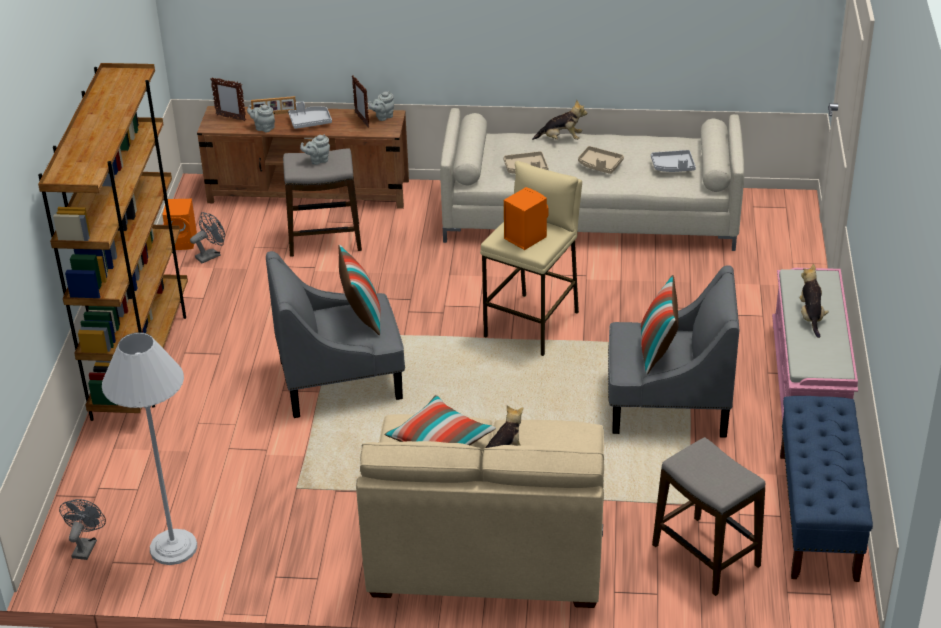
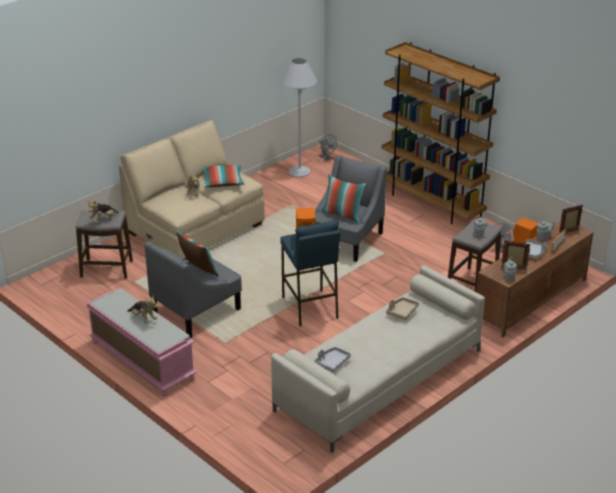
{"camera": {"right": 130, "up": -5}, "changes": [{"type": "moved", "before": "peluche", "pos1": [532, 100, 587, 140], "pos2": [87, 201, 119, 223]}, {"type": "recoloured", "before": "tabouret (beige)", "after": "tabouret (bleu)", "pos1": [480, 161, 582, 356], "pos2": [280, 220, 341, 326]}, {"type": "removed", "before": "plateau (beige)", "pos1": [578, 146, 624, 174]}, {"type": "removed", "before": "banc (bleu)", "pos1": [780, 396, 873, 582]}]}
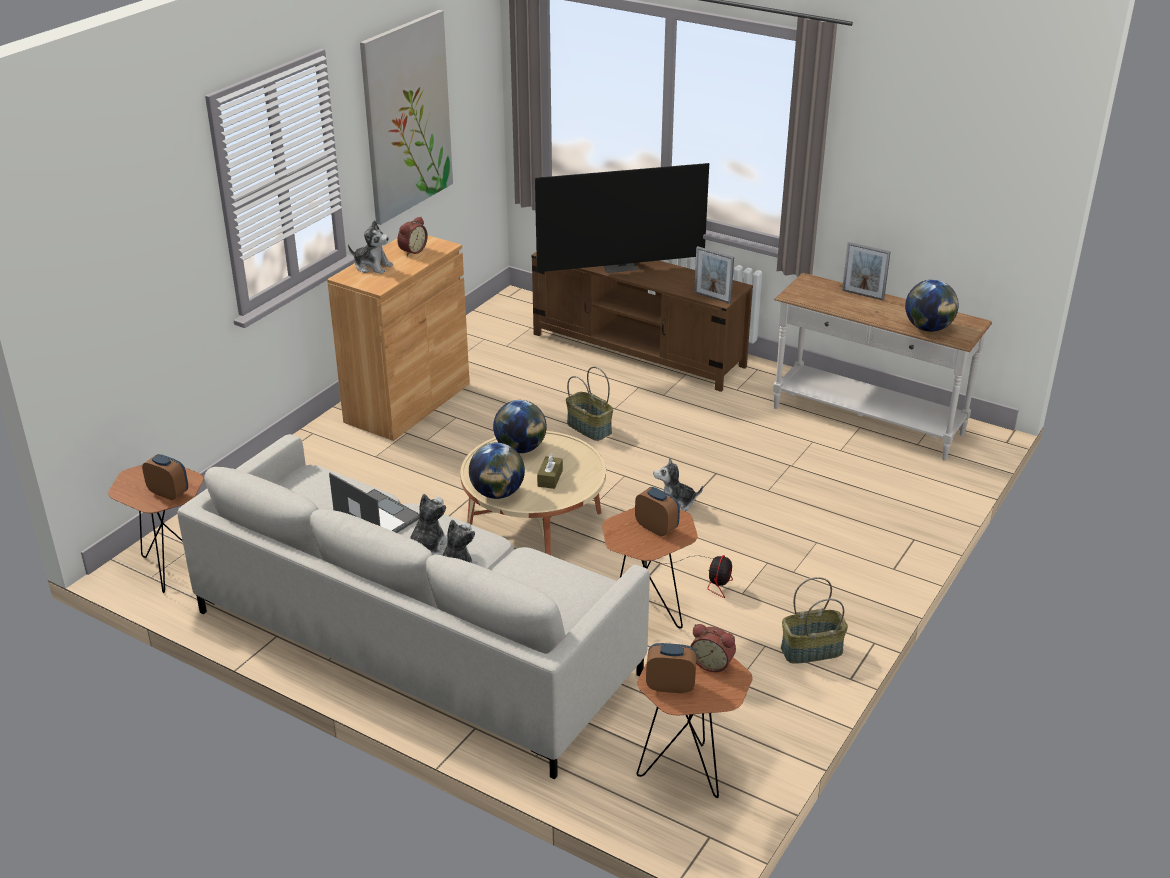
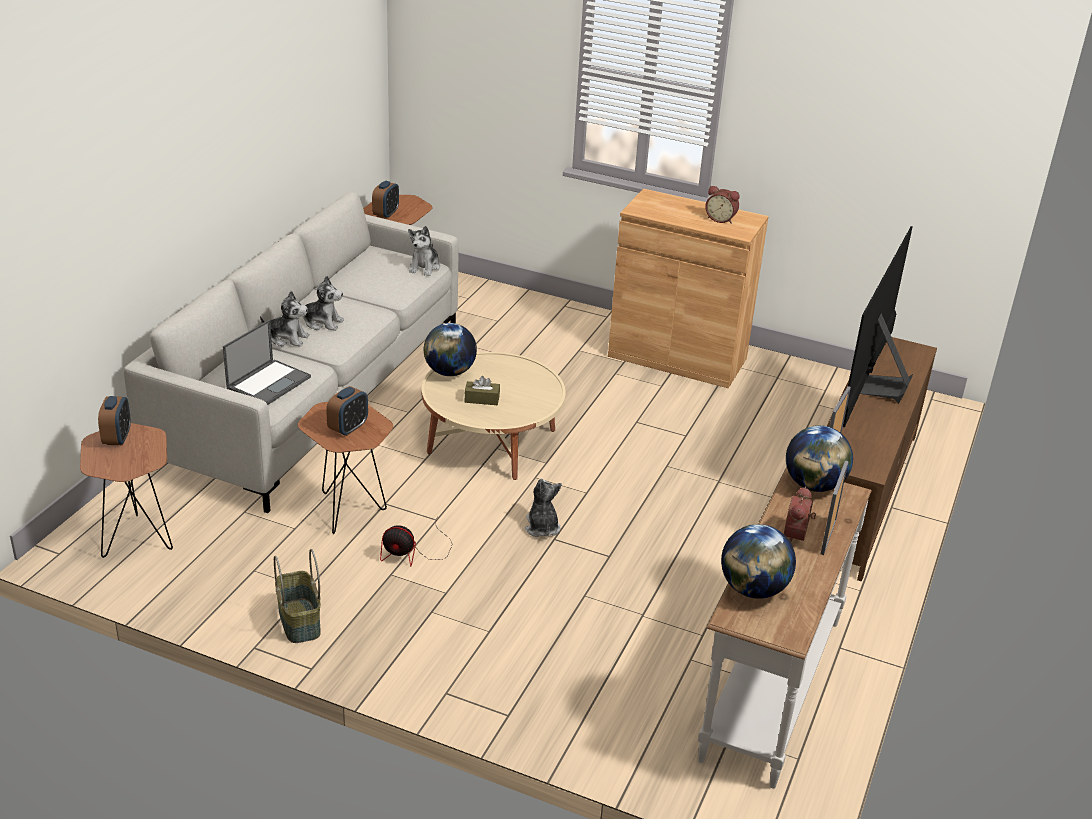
{"camera": {"right": 80, "up": 0}, "changes": [{"type": "moved", "before": "ordinateur portable", "pos1": [329, 473, 420, 533], "pos2": [223, 320, 311, 405]}, {"type": "moved", "before": "peluche", "pos1": [348, 220, 393, 274], "pos2": [408, 226, 440, 276]}, {"type": "moved", "before": "réveil", "pos1": [691, 624, 736, 672], "pos2": [784, 486, 816, 542]}, {"type": "moved", "before": "globe", "pos1": [493, 400, 547, 453], "pos2": [786, 425, 853, 492]}, {"type": "turned", "before": "téléviseur", "pos1": [535, 163, 709, 273], "pos2": [843, 226, 913, 427], "turn": 45}, {"type": "removed", "before": "tableau", "pos1": [360, 10, 453, 225]}, {"type": "removed", "before": "panier", "pos1": [566, 367, 613, 441]}]}
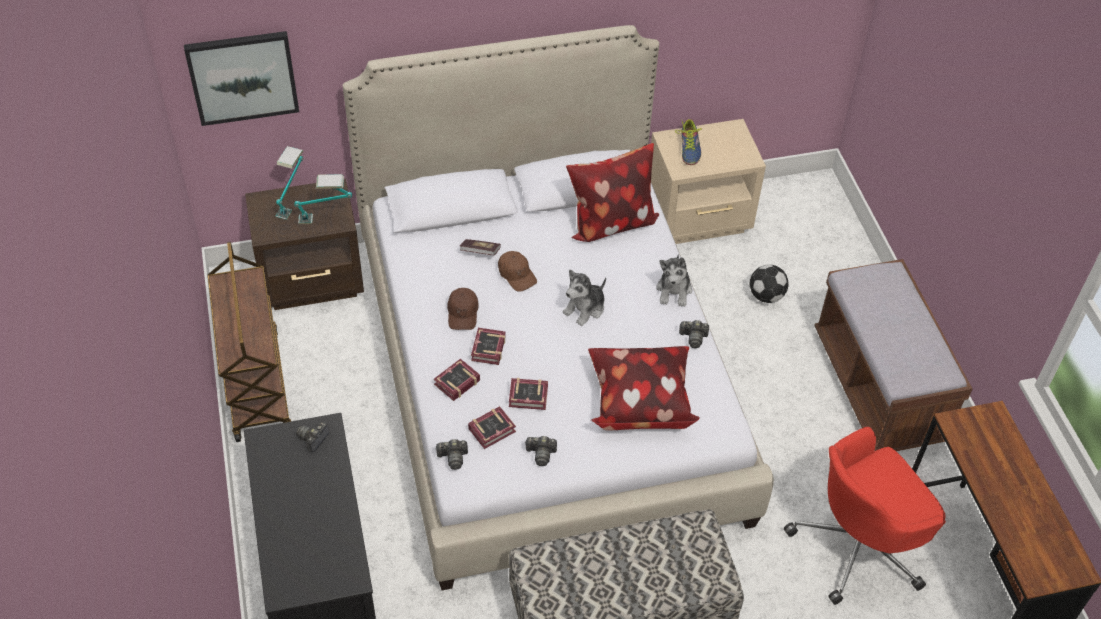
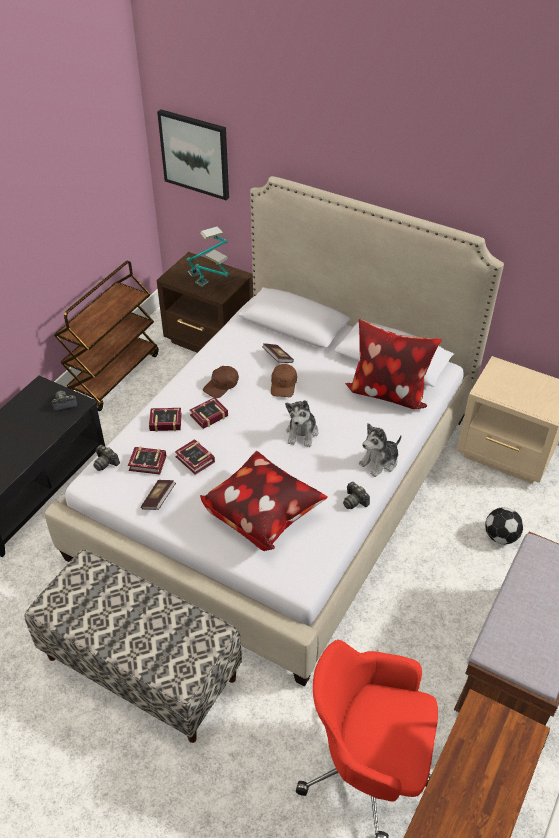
{"camera": {"right": 45, "up": -5}, "changes": [{"type": "replaced", "before": "appareil photo", "after": "livre", "pos1": [525, 436, 557, 466], "pos2": [141, 480, 176, 510]}, {"type": "turned", "before": "peluche", "pos1": [563, 269, 606, 326], "pos2": [285, 400, 318, 447], "turn": -75}, {"type": "removed", "before": "chaussure", "pos1": [675, 119, 702, 165]}]}
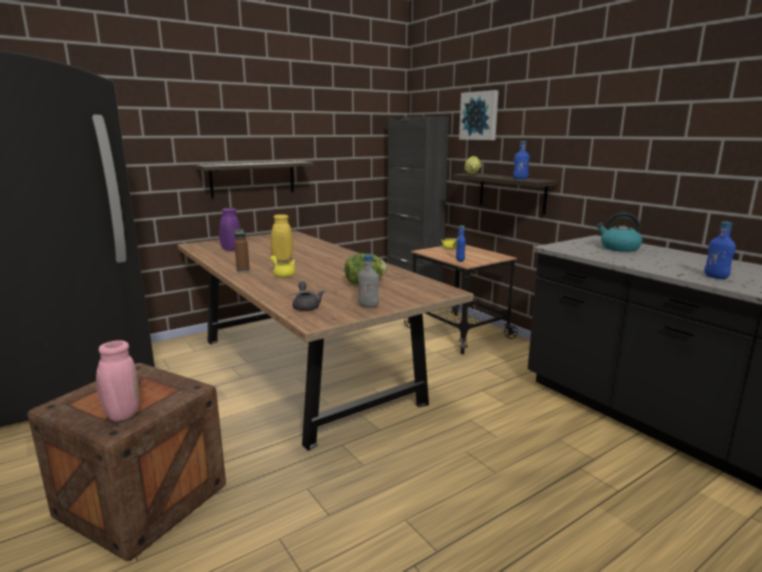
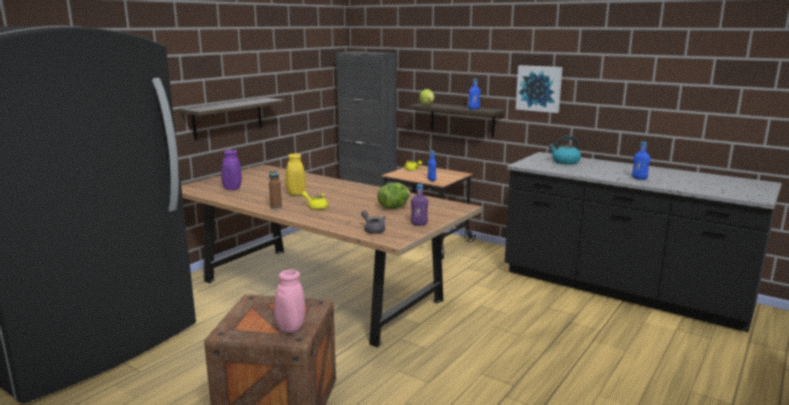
{"camera": {"right": -20, "up": 0}, "changes": [{"type": "recoloured", "before": "bouteille (gris)", "after": "bouteille (violet)", "pos1": [358, 254, 379, 308], "pos2": [411, 184, 428, 226]}, {"type": "moved", "before": "tableau", "pos1": [459, 90, 499, 140], "pos2": [516, 65, 563, 113]}]}
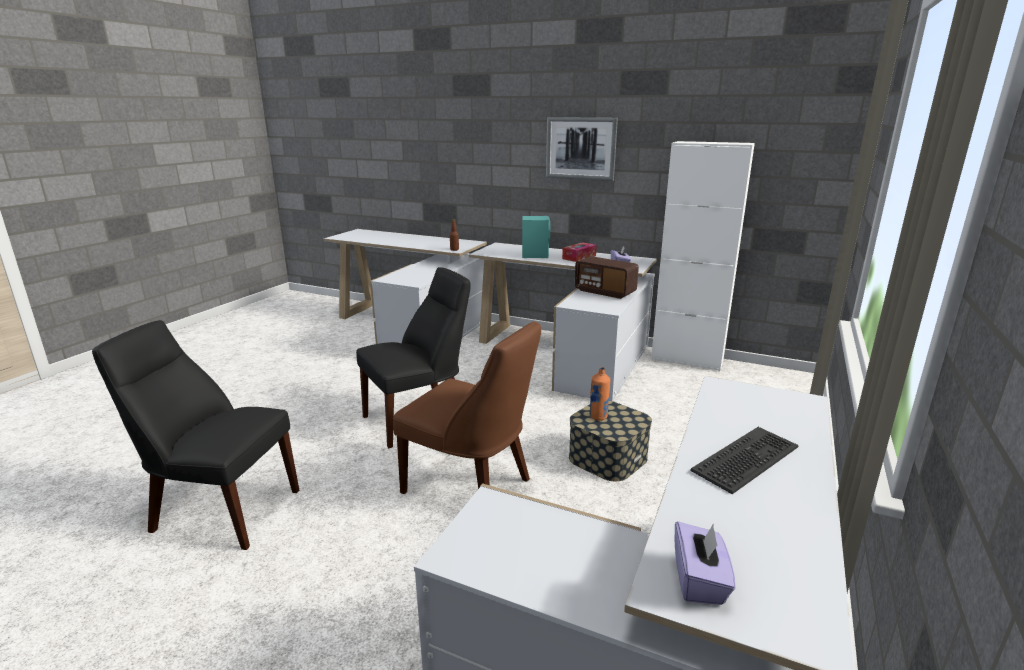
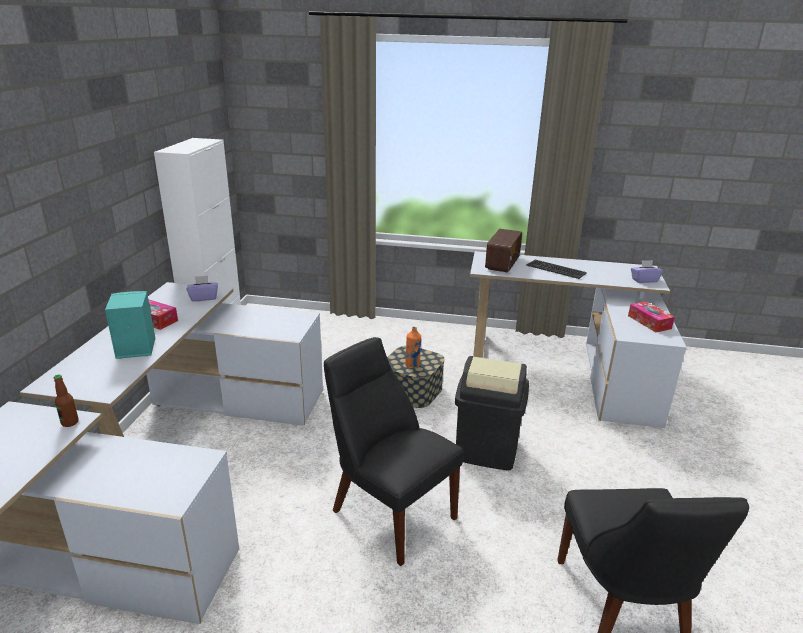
{"camera": {"right": -105, "up": 5}, "changes": [{"type": "replaced", "before": "chaise (marron)", "after": "poubelle (noir)", "pos1": [393, 321, 541, 494], "pos2": [455, 356, 529, 471]}, {"type": "moved", "before": "radio", "pos1": [575, 256, 639, 299], "pos2": [485, 229, 522, 272]}, {"type": "added", "after": "boîte à mouchoirs", "pos2": [628, 301, 675, 332]}, {"type": "removed", "before": "tableau", "pos1": [546, 117, 618, 181]}]}
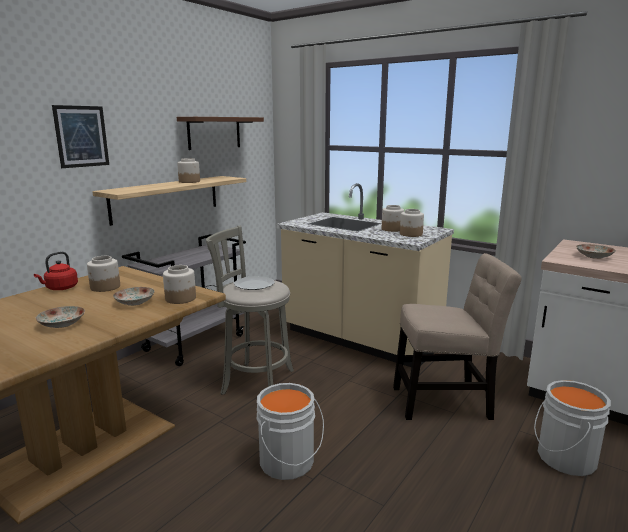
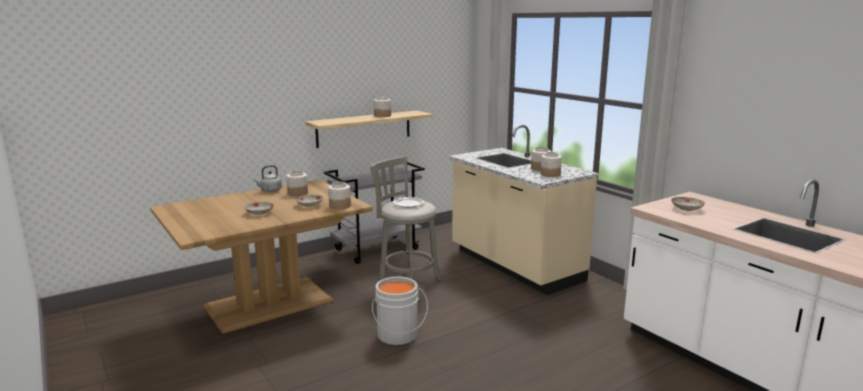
{"camera": {"right": 20, "up": 0}, "changes": [{"type": "recoloured", "before": "bouilloire (rouge)", "after": "bouilloire (gris)", "pos1": [34, 251, 78, 290], "pos2": [253, 165, 282, 192]}, {"type": "removed", "before": "tableau", "pos1": [52, 105, 109, 168]}, {"type": "removed", "before": "étagère (marron)", "pos1": [177, 117, 264, 150]}, {"type": "removed", "before": "chaise (beige)", "pos1": [393, 253, 522, 420]}, {"type": "removed", "before": "seau (gris)", "pos1": [534, 380, 611, 476]}]}
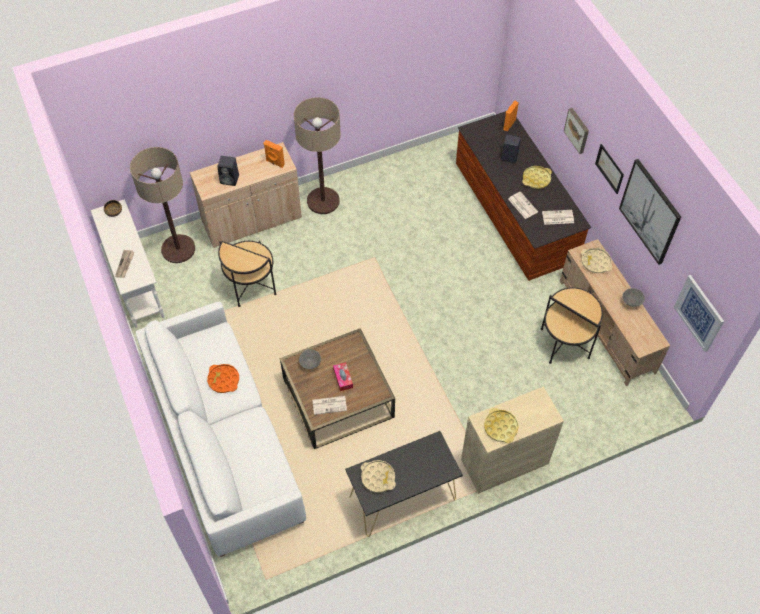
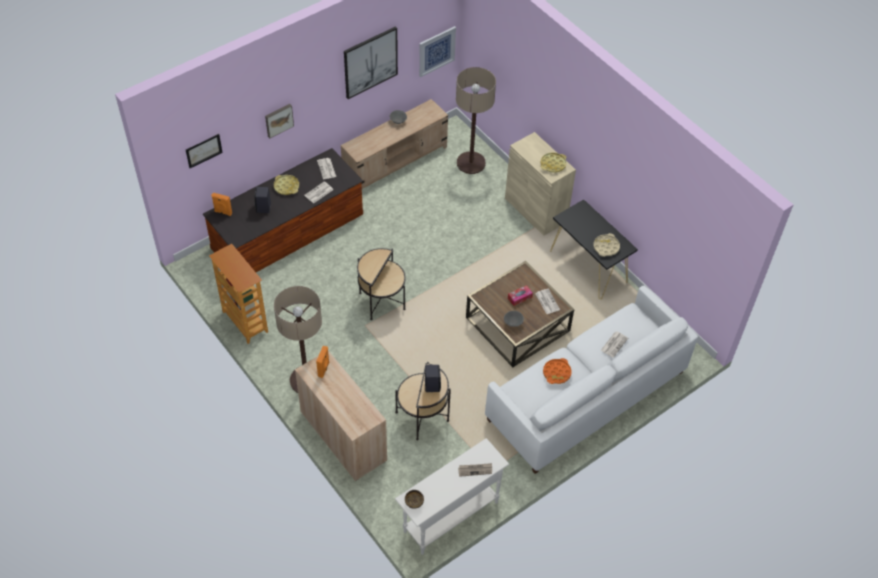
{"camera": {"right": -105, "up": -5}, "changes": [{"type": "moved", "before": "tableau", "pos1": [595, 144, 624, 194], "pos2": [186, 134, 223, 168]}, {"type": "added", "after": "bibliothèque", "pos2": [209, 244, 268, 344]}, {"type": "moved", "before": "table d'appoint", "pos1": [541, 287, 603, 364], "pos2": [357, 248, 406, 320]}, {"type": "moved", "before": "enceinte (noir)", "pos1": [217, 156, 239, 186], "pos2": [425, 365, 441, 392]}, {"type": "moved", "before": "lampadaire", "pos1": [130, 147, 195, 263], "pos2": [456, 67, 496, 174]}, {"type": "added", "after": "journal", "pos2": [600, 332, 628, 358]}, {"type": "removed", "before": "plateau (beige)", "pos1": [581, 248, 613, 273]}]}
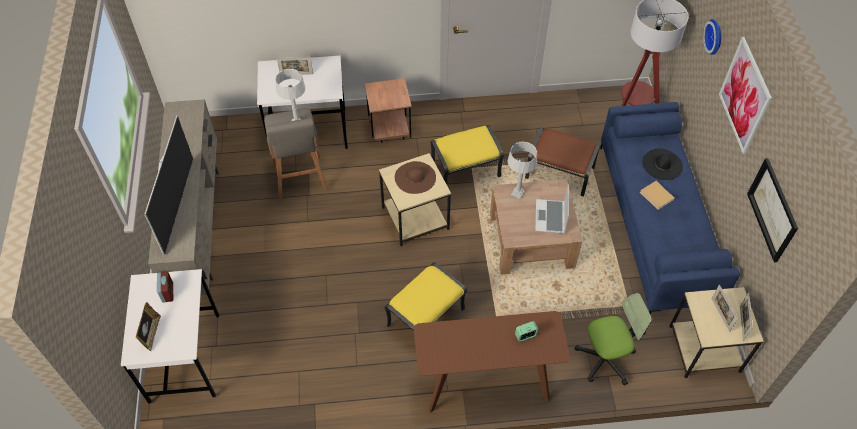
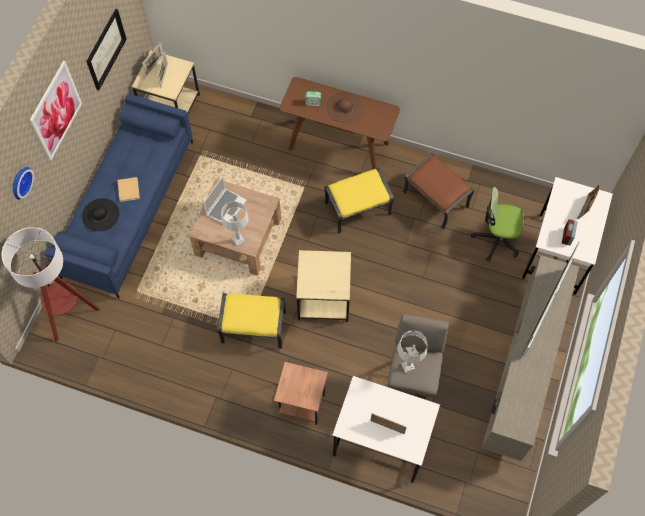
{"camera": {"right": -155, "up": 10}, "changes": [{"type": "moved", "before": "chapeau (marron)", "pos1": [395, 161, 436, 194], "pos2": [327, 92, 363, 123]}, {"type": "moved", "before": "pouf (marron)", "pos1": [525, 127, 600, 197], "pos2": [403, 153, 474, 229]}, {"type": "moved", "before": "chaise de bureau", "pos1": [574, 293, 652, 386], "pos2": [471, 187, 524, 262]}]}
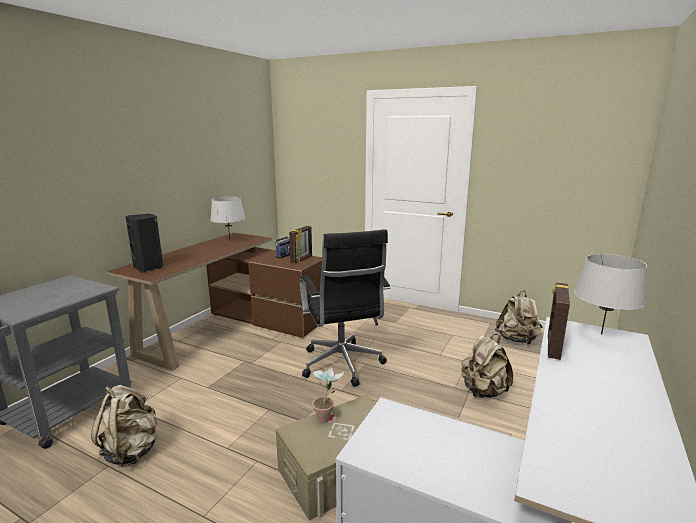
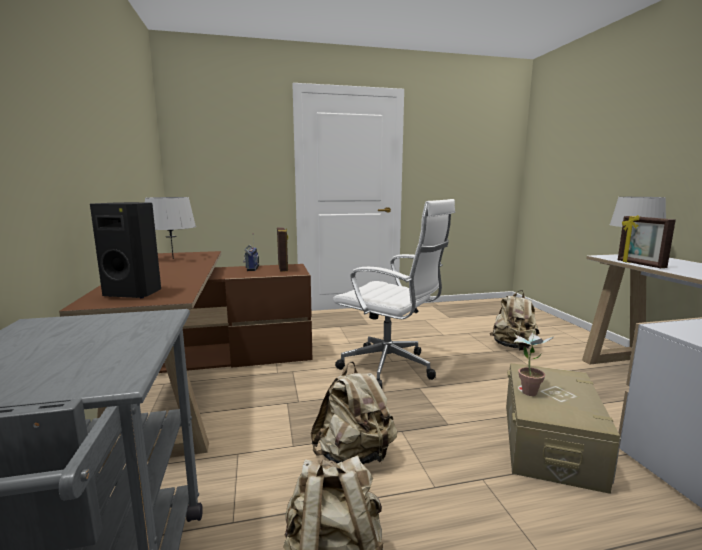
{"camera": {"right": -40, "up": -5}, "changes": [{"type": "moved", "before": "sac à dos (beige)", "pos1": [495, 291, 542, 345], "pos2": [311, 361, 397, 464]}, {"type": "recoloured", "before": "chaise de bureau (noir)", "after": "chaise de bureau (blanc)", "pos1": [299, 229, 390, 387], "pos2": [333, 199, 455, 388]}]}
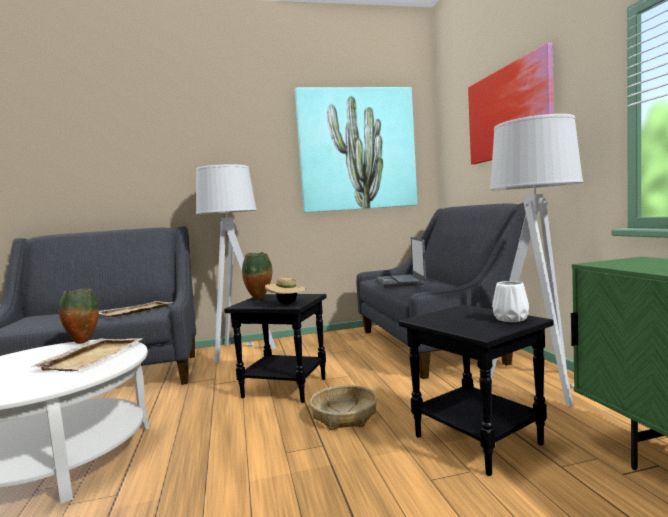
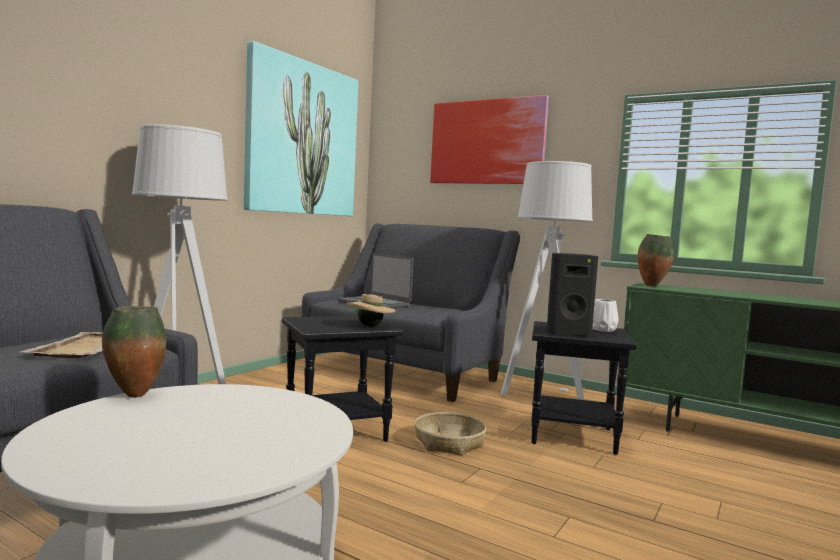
{"camera": {"right": -45, "up": 0}, "changes": [{"type": "added", "after": "enceinte (noir)", "pos2": [547, 253, 598, 336]}, {"type": "moved", "before": "vase", "pos1": [242, 252, 272, 299], "pos2": [638, 234, 674, 286]}, {"type": "removed", "before": "plateau (beige)", "pos1": [30, 338, 144, 371]}]}
